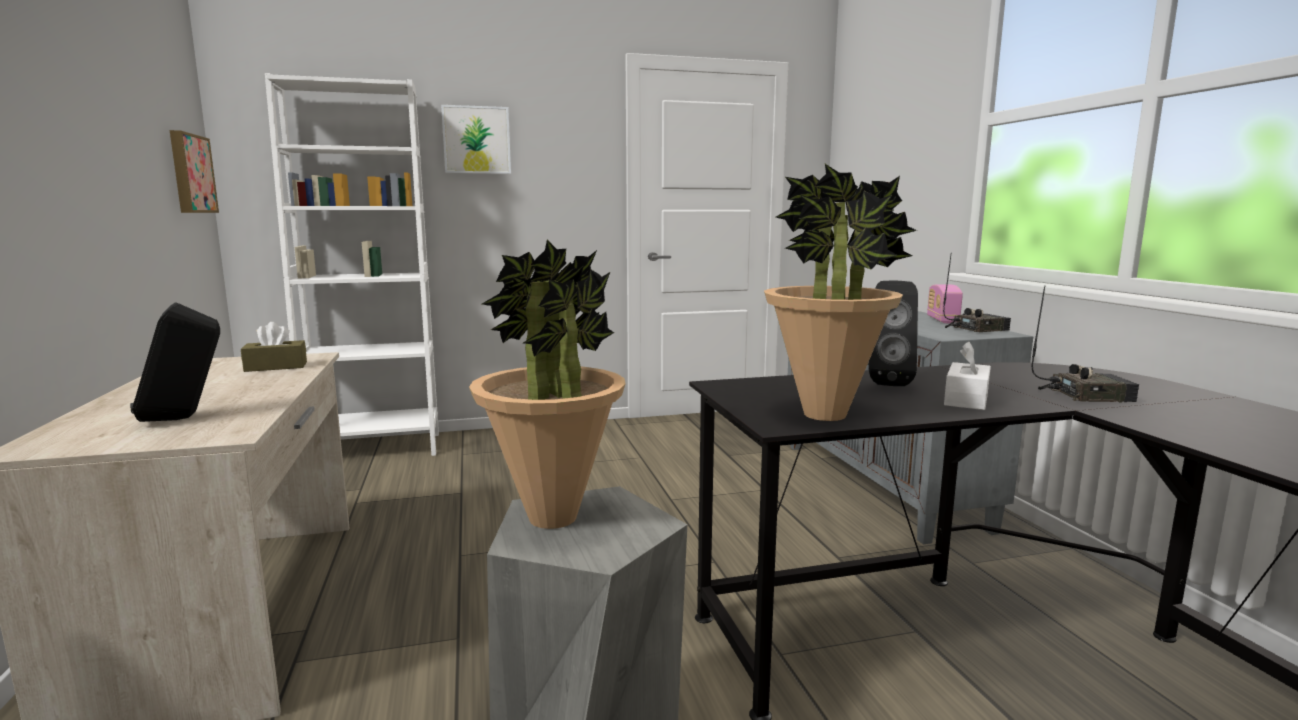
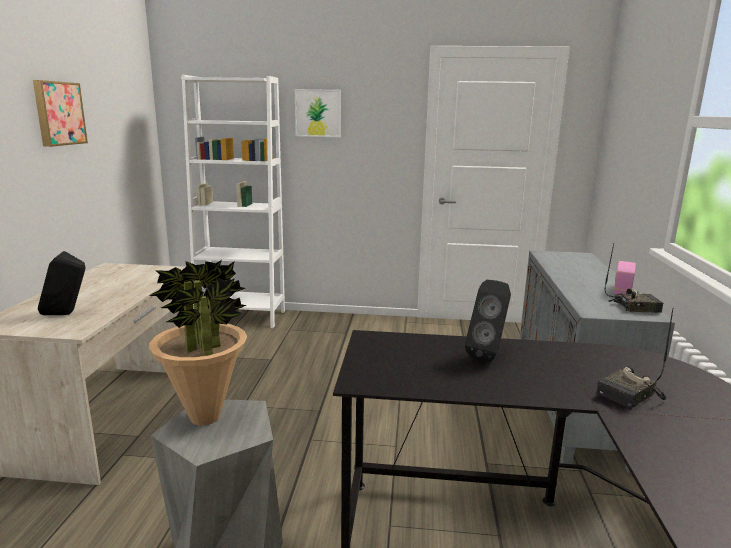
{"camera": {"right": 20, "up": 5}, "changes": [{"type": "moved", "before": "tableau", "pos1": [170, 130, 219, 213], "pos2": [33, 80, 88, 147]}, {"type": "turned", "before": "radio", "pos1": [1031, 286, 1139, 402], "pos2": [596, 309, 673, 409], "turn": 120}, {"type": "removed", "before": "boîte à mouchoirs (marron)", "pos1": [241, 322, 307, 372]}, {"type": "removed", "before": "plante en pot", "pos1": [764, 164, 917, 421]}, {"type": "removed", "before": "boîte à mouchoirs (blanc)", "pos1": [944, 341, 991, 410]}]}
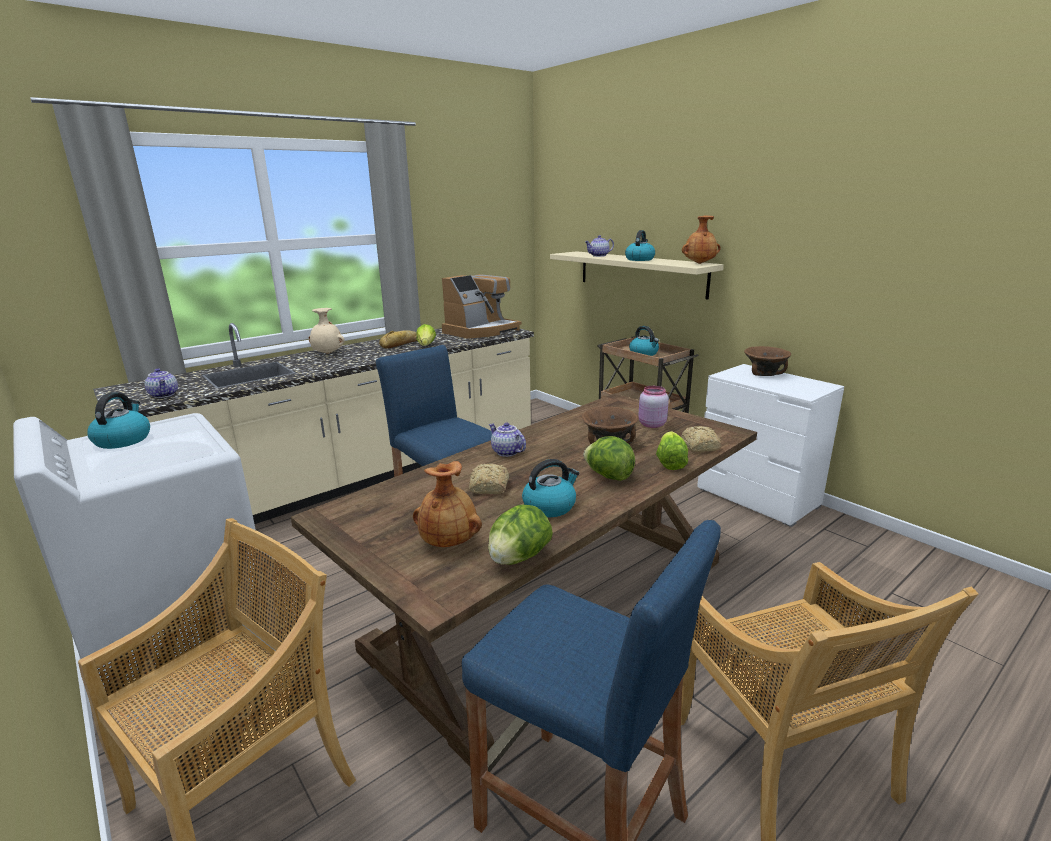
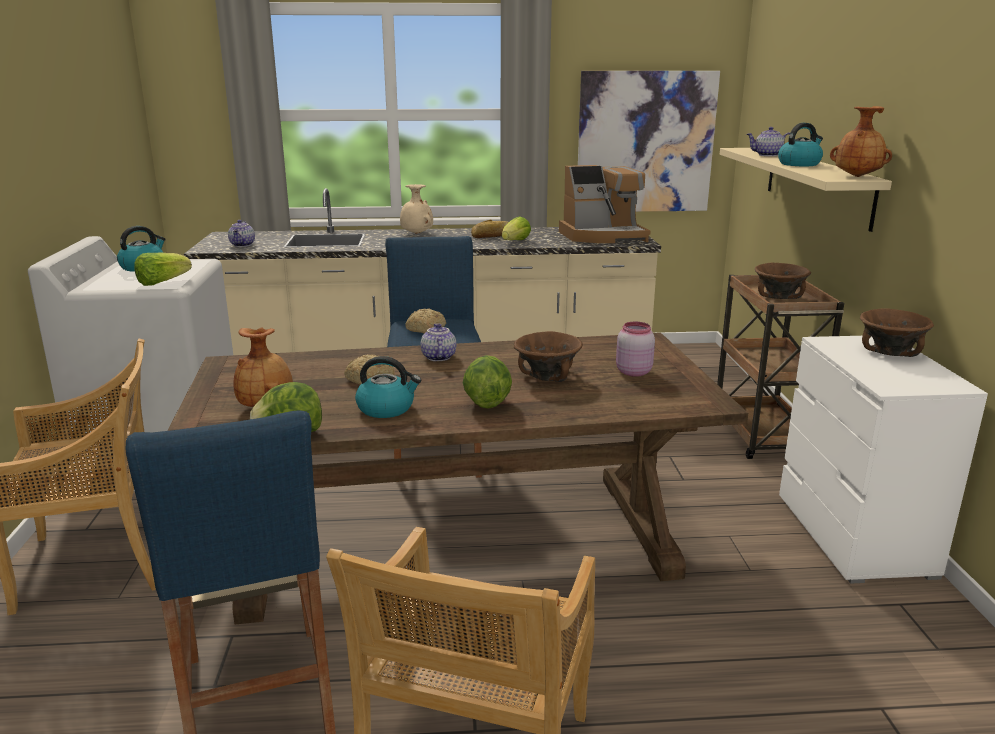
{"camera": {"right": 35, "up": 0}, "changes": [{"type": "moved", "before": "laitue", "pos1": [656, 431, 688, 470], "pos2": [134, 252, 192, 286]}, {"type": "moved", "before": "pain", "pos1": [681, 426, 722, 452], "pos2": [405, 308, 446, 333]}, {"type": "added", "after": "tableau", "pos2": [578, 71, 720, 212]}, {"type": "replaced", "before": "bouilloire", "after": "bol (marron)", "pos1": [629, 326, 659, 356], "pos2": [755, 263, 811, 299]}]}
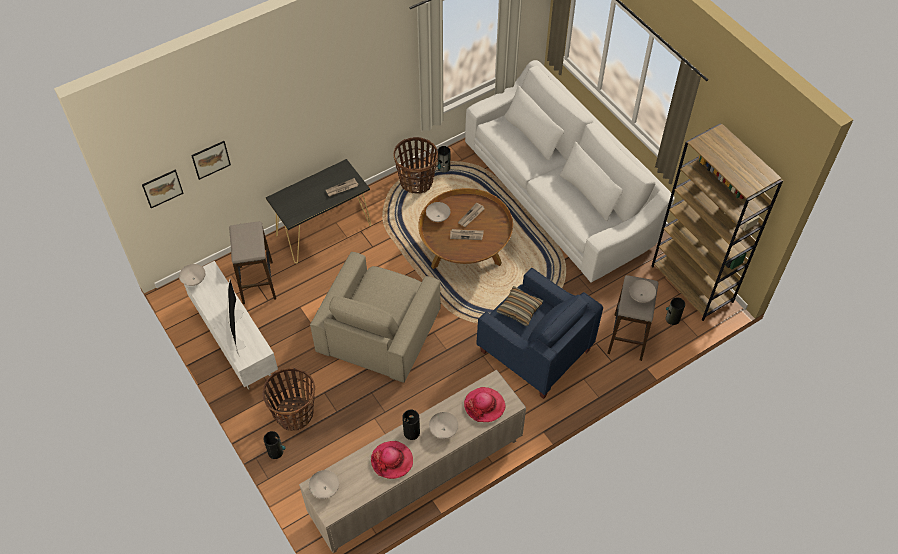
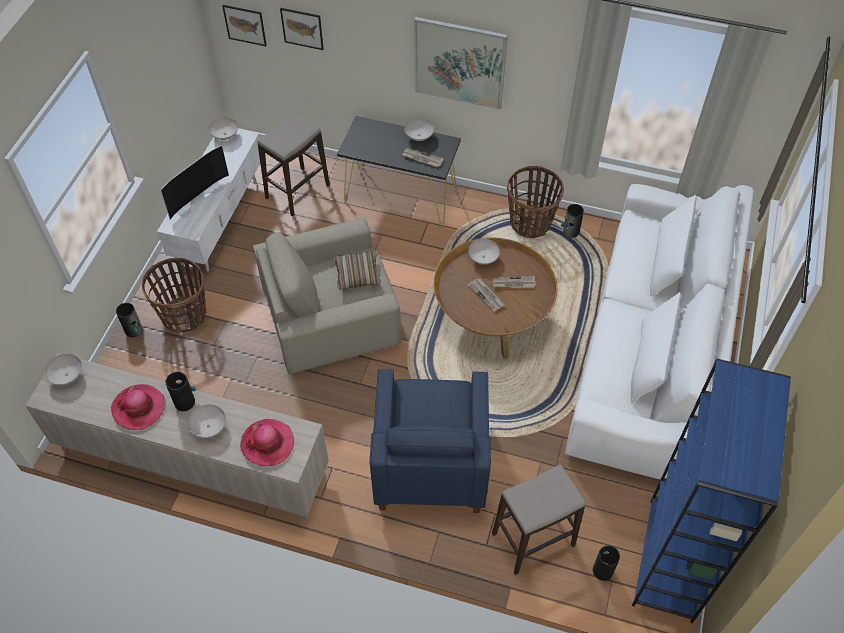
{"camera": {"right": 50, "up": 0}, "changes": [{"type": "moved", "before": "coussin", "pos1": [496, 286, 543, 326], "pos2": [334, 251, 381, 289]}, {"type": "moved", "before": "bol (blanc)", "pos1": [629, 280, 656, 303], "pos2": [404, 118, 434, 141]}, {"type": "added", "after": "tableau", "pos2": [414, 17, 508, 110]}, {"type": "recoloured", "before": "bibliothèque (marron)", "after": "bibliothèque (bleu)", "pos1": [651, 123, 783, 321], "pos2": [632, 359, 791, 623]}]}
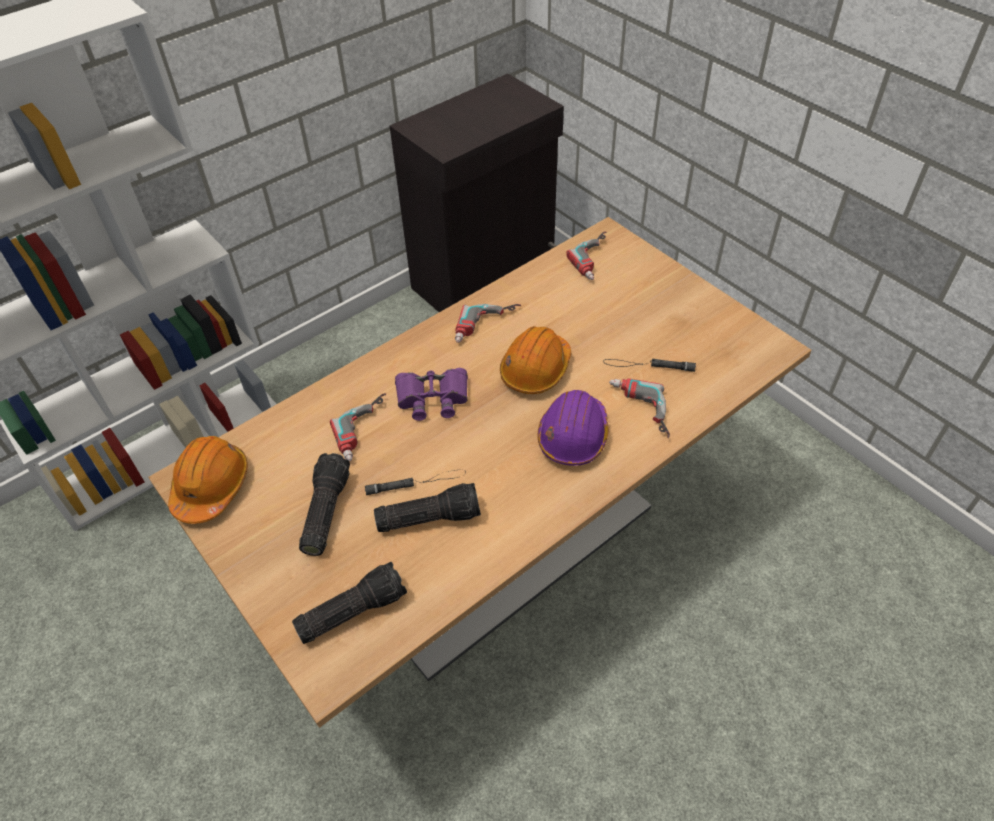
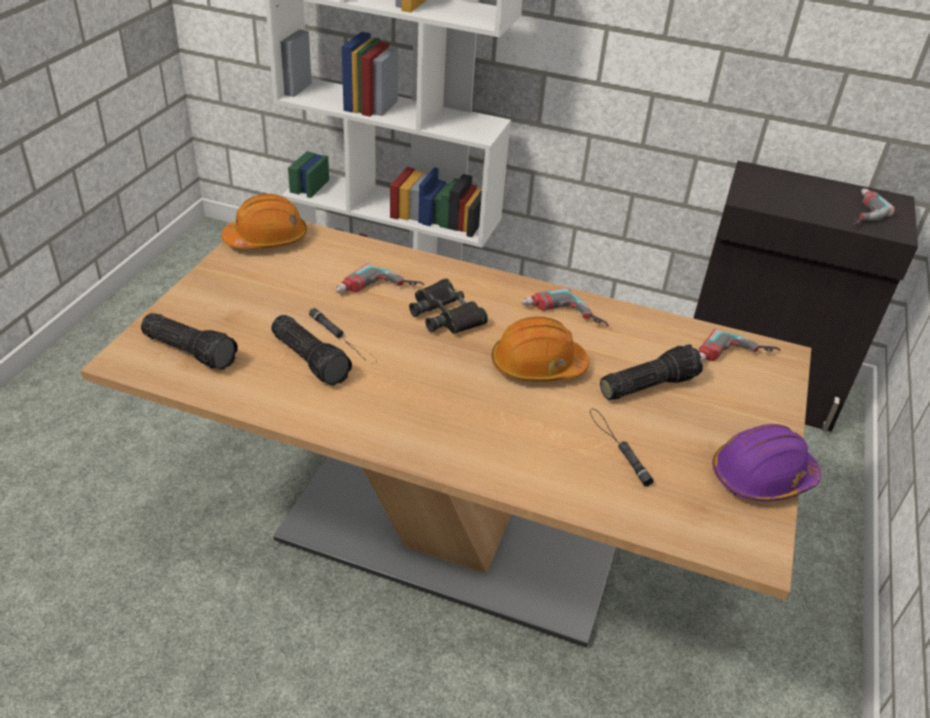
{"camera": {"right": 55, "up": -10}, "changes": [{"type": "recoloured", "before": "jumelles (violet)", "after": "jumelles (noir)", "pos1": [395, 368, 468, 421], "pos2": [409, 278, 488, 334]}, {"type": "moved", "before": "lampe de poche", "pos1": [299, 453, 350, 556], "pos2": [600, 344, 703, 400]}, {"type": "moved", "before": "casque de chantier (violet)", "pos1": [537, 390, 609, 466], "pos2": [712, 424, 821, 501]}, {"type": "moved", "before": "perceuse", "pos1": [609, 378, 670, 438], "pos2": [854, 189, 895, 225]}]}
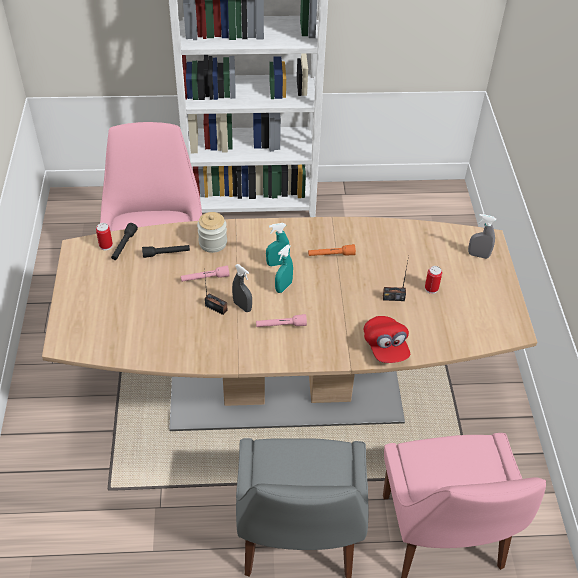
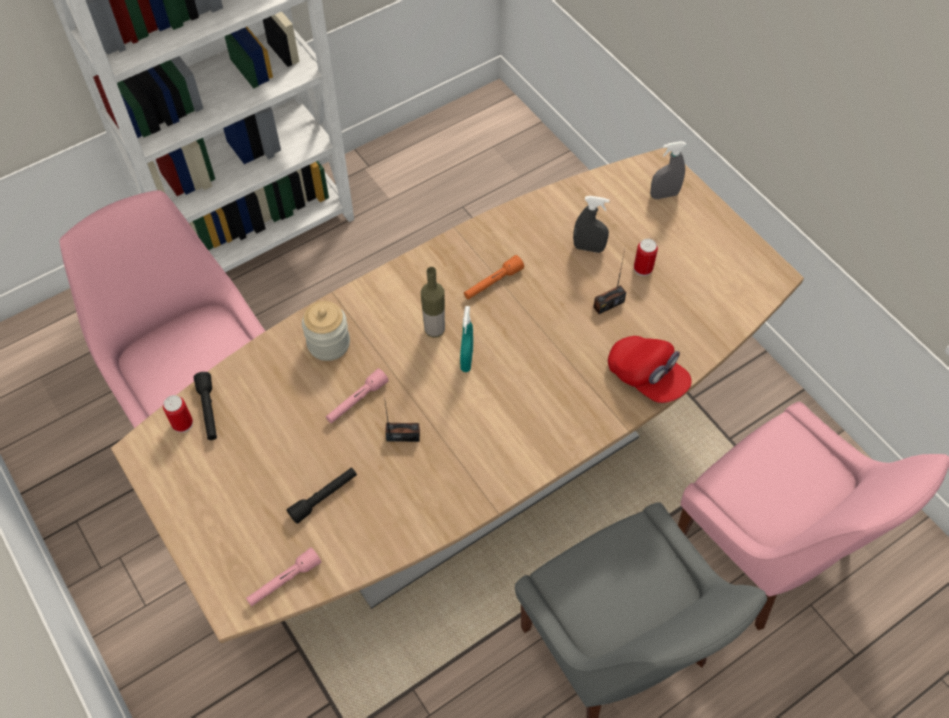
{"camera": {"right": -30, "up": 10}, "changes": [{"type": "moved", "before": "lampe de poche (rose)", "pos1": [256, 314, 307, 327], "pos2": [246, 547, 322, 606]}, {"type": "moved", "before": "lampe de poche (noir)", "pos1": [142, 245, 190, 258], "pos2": [286, 467, 357, 524]}, {"type": "replaced", "before": "vaporisateur (turquoise)", "after": "bouteille", "pos1": [266, 223, 290, 266], "pos2": [421, 267, 445, 338]}, {"type": "moved", "before": "vaporisateur (gris)", "pos1": [232, 264, 252, 312], "pos2": [573, 196, 610, 253]}]}
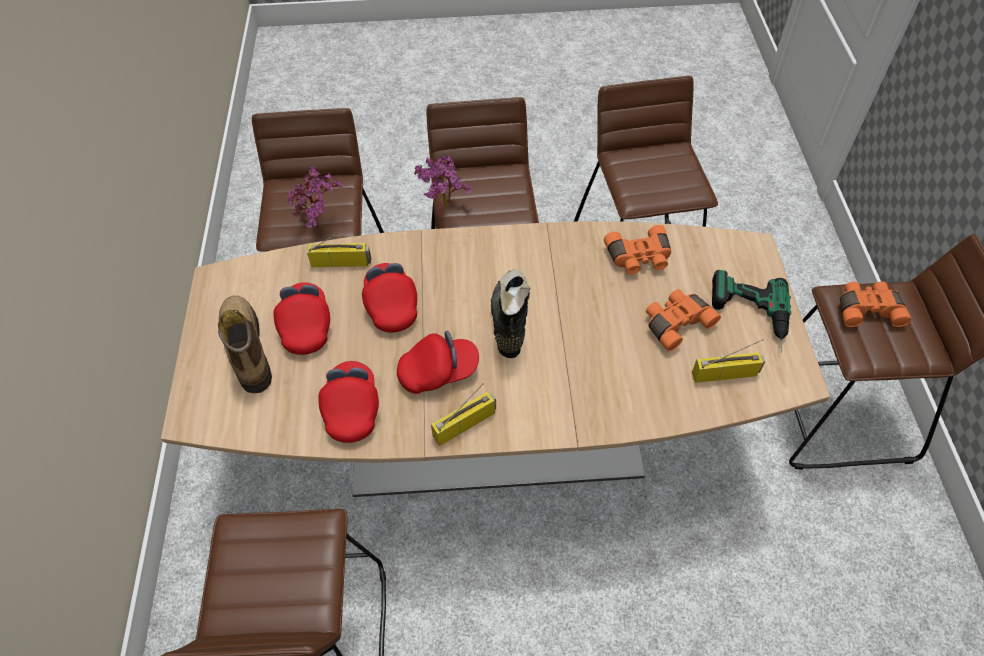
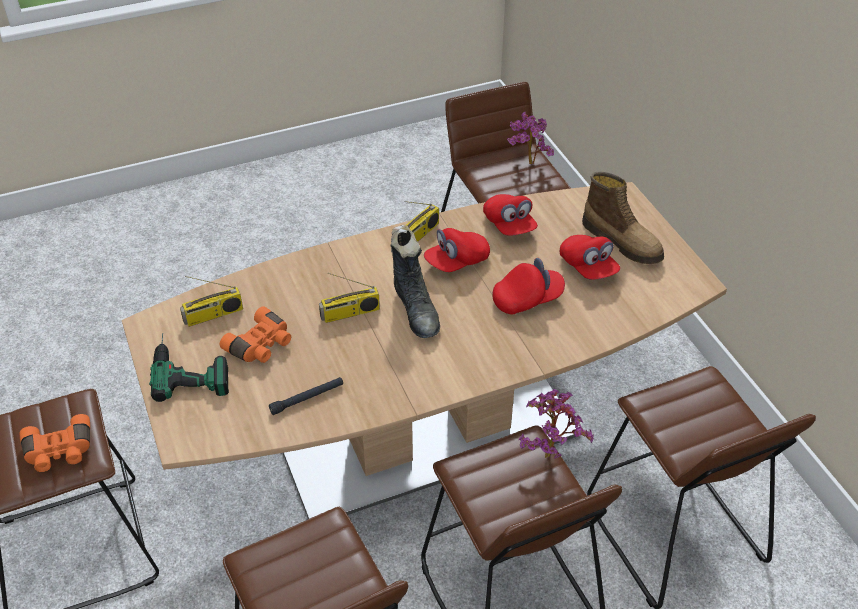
{"camera": {"right": 160, "up": -10}, "changes": [{"type": "replaced", "before": "jumelles (orange)", "after": "lampe de poche (noir)", "pos1": [604, 225, 671, 275], "pos2": [269, 377, 343, 415]}, {"type": "moved", "before": "radio", "pos1": [307, 226, 371, 267], "pos2": [319, 273, 380, 323]}, {"type": "turned", "before": "casquette (rouge)", "pos1": [362, 263, 417, 332], "pos2": [492, 258, 565, 314], "turn": -75}, {"type": "moved", "before": "plante en pot", "pos1": [287, 166, 343, 227], "pos2": [507, 112, 554, 165]}]}
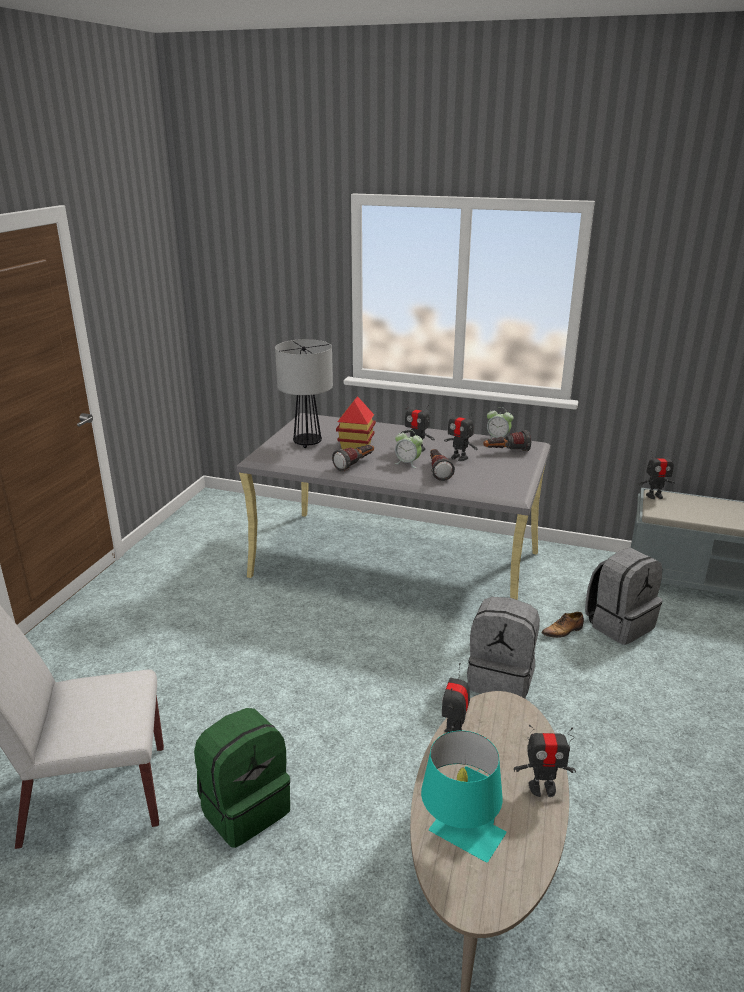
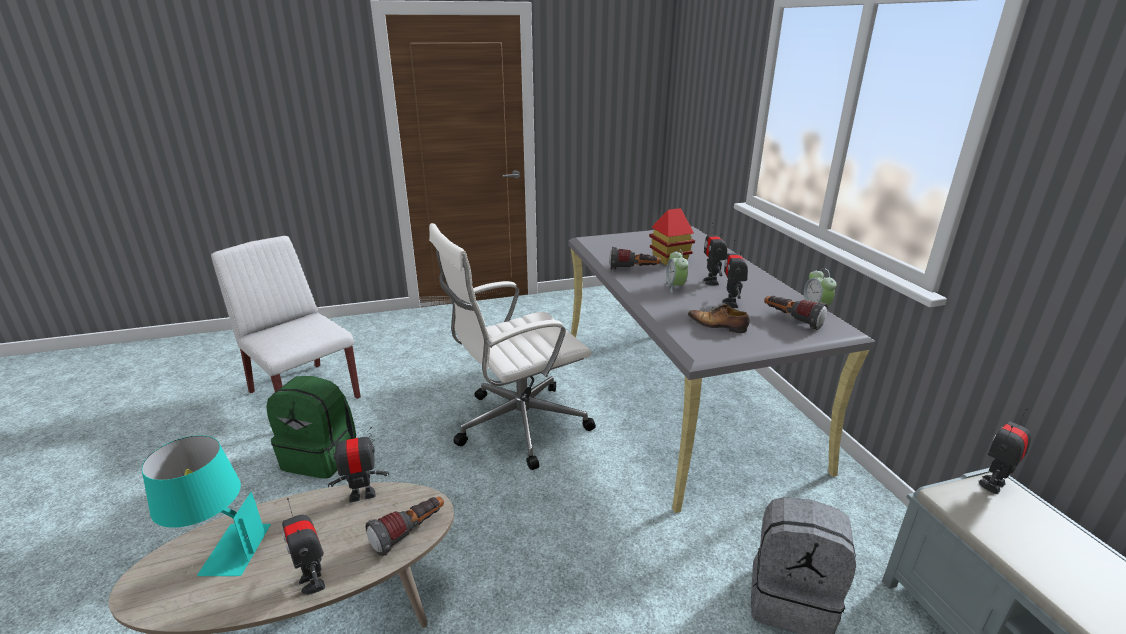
{"camera": {"right": 55, "up": 0}, "changes": [{"type": "moved", "before": "lampe de poche", "pos1": [430, 449, 455, 481], "pos2": [365, 496, 444, 556]}, {"type": "added", "after": "chaise de bureau (blanc)", "pos2": [429, 223, 596, 470]}, {"type": "moved", "before": "chaussure", "pos1": [541, 612, 584, 638], "pos2": [688, 304, 750, 333]}, {"type": "turned", "before": "robot jouet", "pos1": [639, 451, 676, 499], "pos2": [979, 408, 1031, 494], "turn": 90}, {"type": "removed", "before": "lampe de table", "pos1": [275, 339, 333, 448]}, {"type": "removed", "before": "sac à dos (gris)", "pos1": [467, 597, 540, 698]}]}
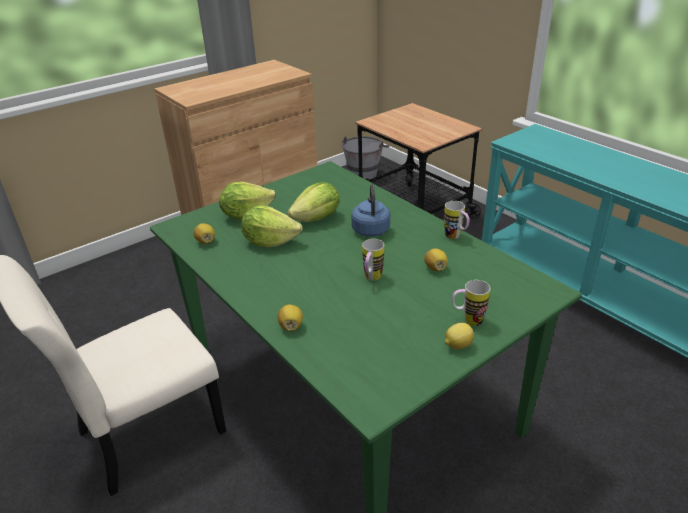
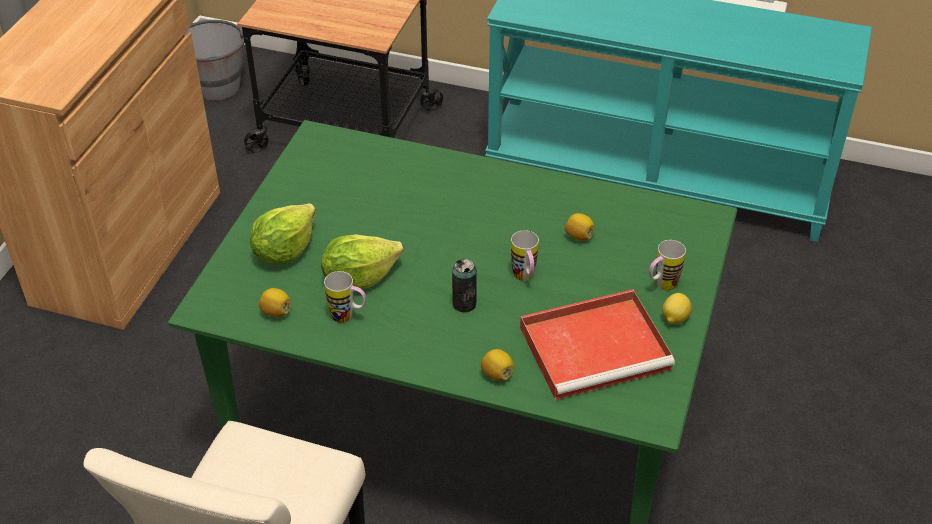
{"camera": {"right": -35, "up": 10}, "changes": [{"type": "moved", "before": "mug", "pos1": [444, 201, 469, 239], "pos2": [324, 271, 366, 323]}, {"type": "added", "after": "boîte métallique", "pos2": [452, 258, 477, 312]}, {"type": "added", "after": "plateau (rouge)", "pos2": [520, 289, 675, 400]}, {"type": "removed", "before": "laitue", "pos1": [287, 182, 340, 222]}, {"type": "removed", "before": "bouilloire (bleu)", "pos1": [351, 185, 390, 237]}]}
